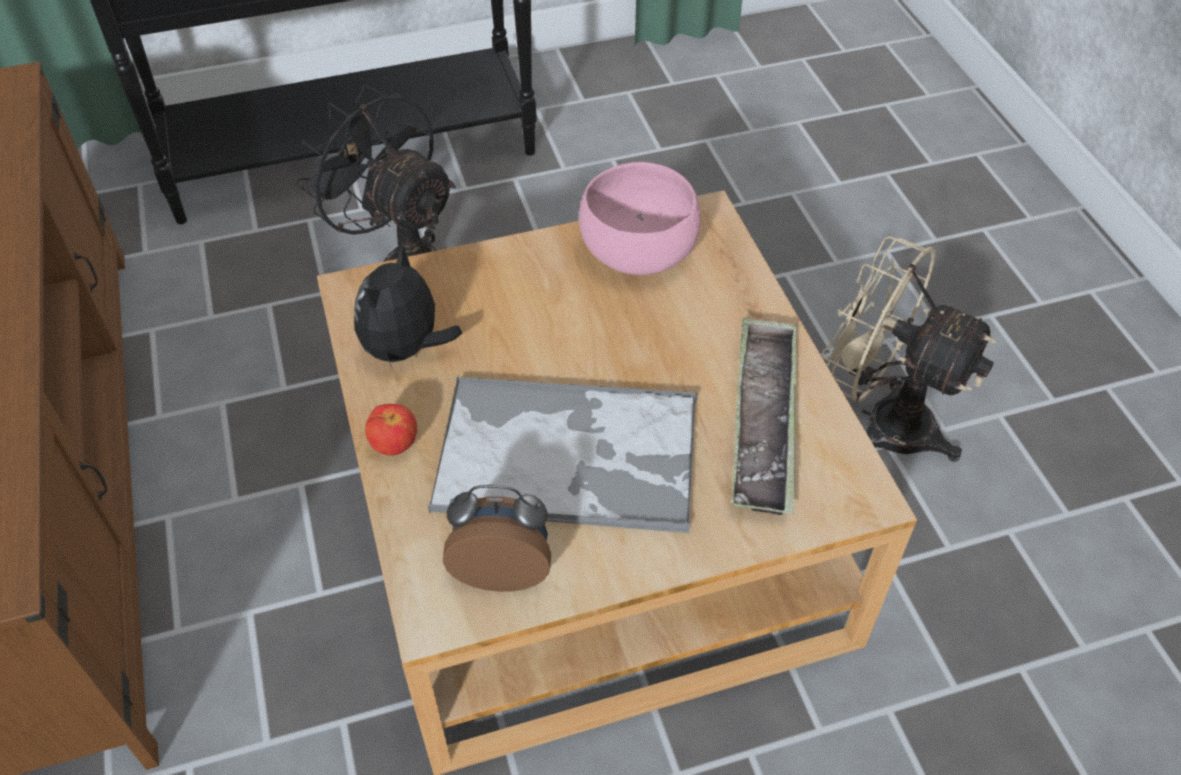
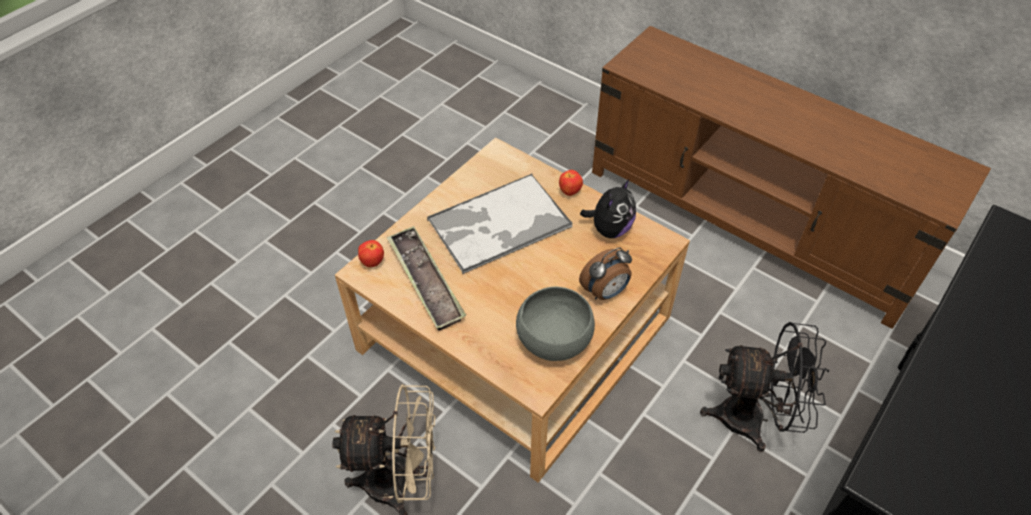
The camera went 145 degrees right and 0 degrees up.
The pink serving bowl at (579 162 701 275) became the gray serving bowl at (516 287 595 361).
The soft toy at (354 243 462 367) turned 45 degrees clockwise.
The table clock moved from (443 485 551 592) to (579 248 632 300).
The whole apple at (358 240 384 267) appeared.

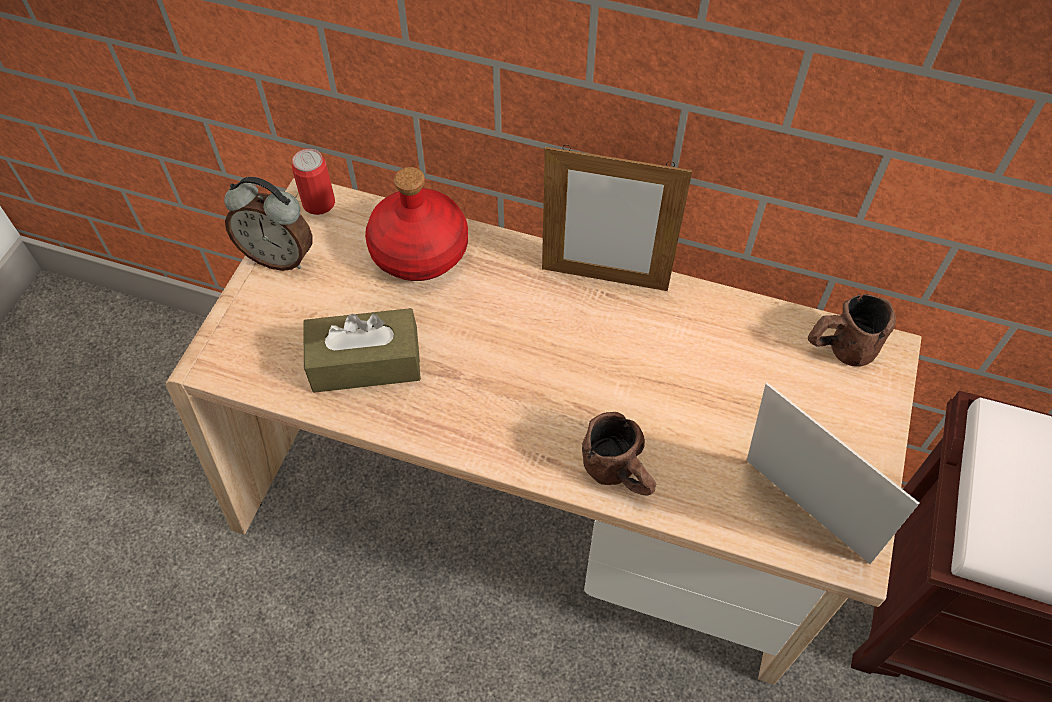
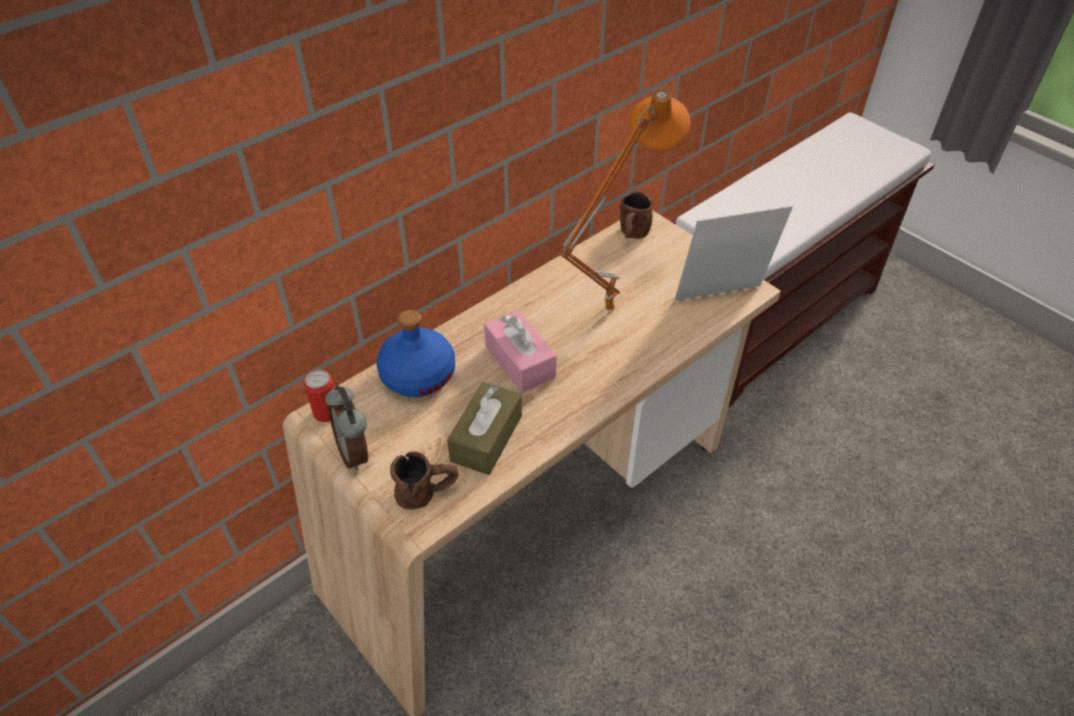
The camera went 60 degrees left and 10 degrees down.
The photo frame at (542 145 692 291) disappeared.
The red-coloured drink bottle at (365 167 468 281) became the blue drink bottle at (376 310 455 397).
The table clock at (224 177 312 271) turned 105 degrees clockwise.
The brownish coffee mug moved from (582 412 656 495) to (390 451 458 509).
The orangey table lamp at (559 86 690 314) appeared.
The pink box of tissues at (484 310 557 393) appeared.

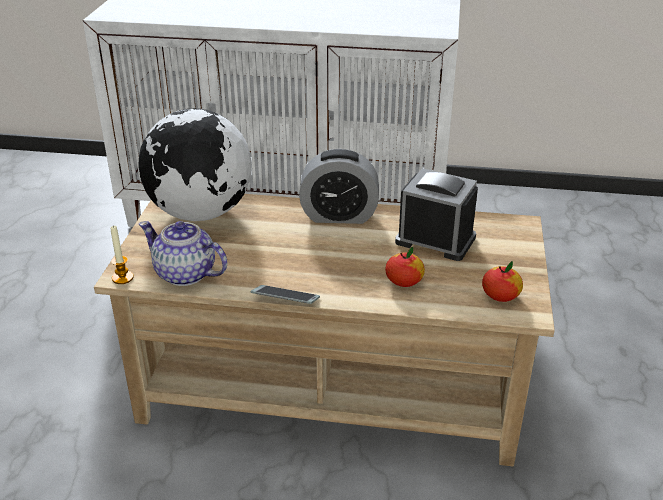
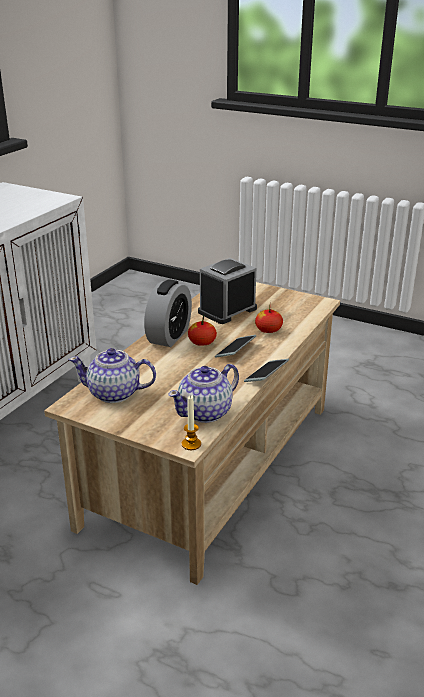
The camera went 70 degrees left and 5 degrees down.
The desk globe at (138 108 252 221) was replaced by the pot for tea at (68 348 156 403).
The whole apple moved from (482 261 523 302) to (188 314 217 346).
The handset at (215 335 256 358) appeared.

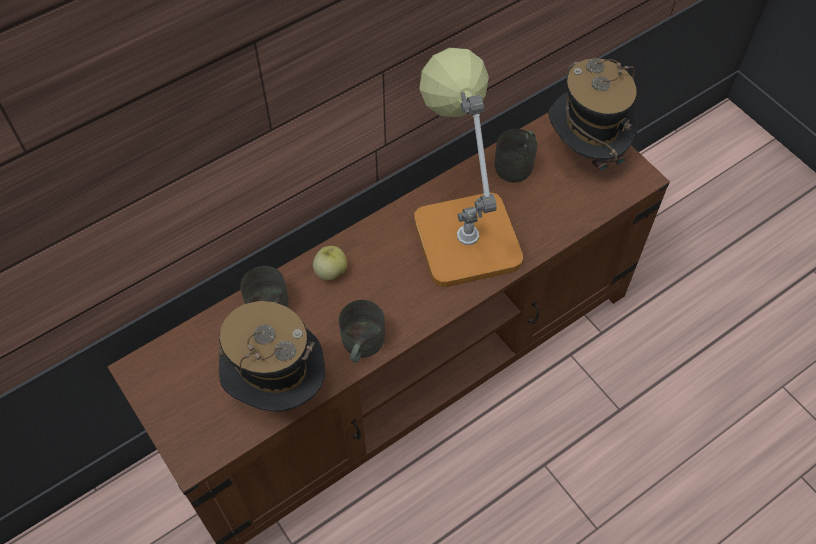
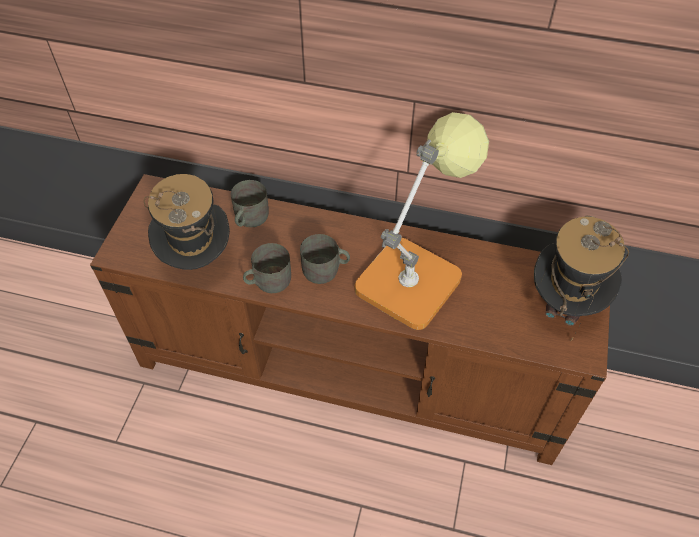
The camera went 50 degrees right and 5 degrees down.
The gray coffee mug moved from (495 129 537 182) to (300 234 350 284).
The whole apple at (313 246 347 281) disappeared.

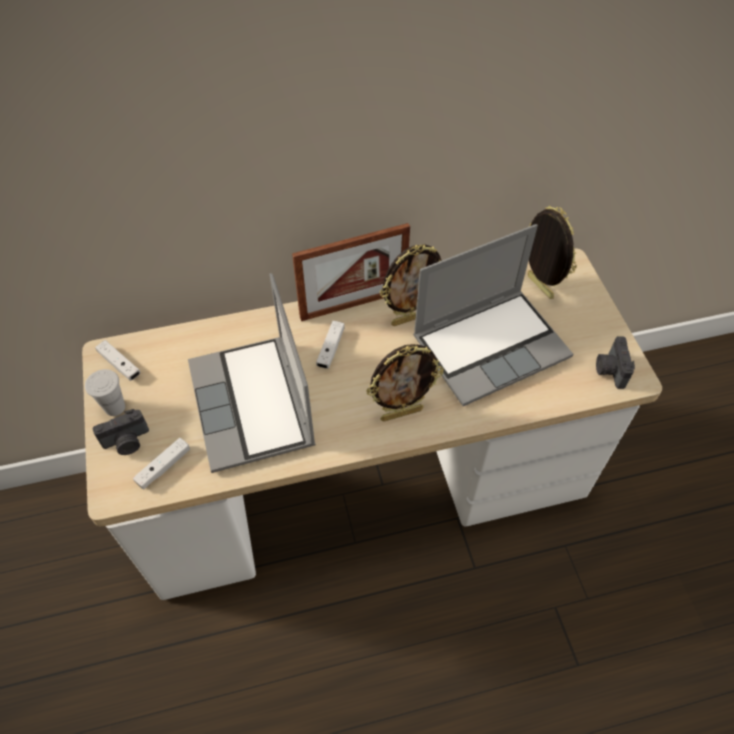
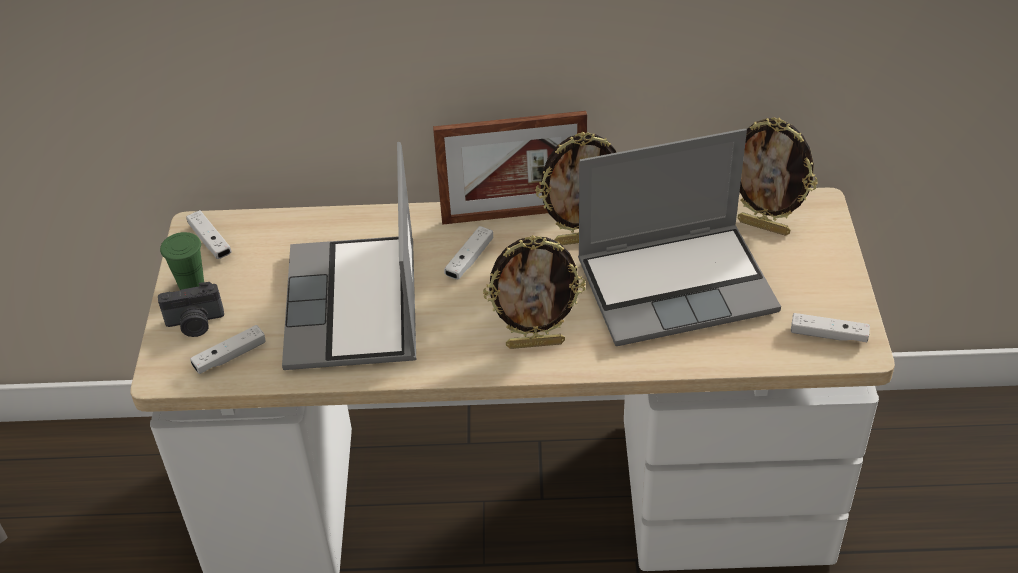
The camera went 15 degrees right and 10 degrees down.
The photo frame at (528 206 577 299) turned 135 degrees clockwise.
The still camera at (596 336 635 389) was replaced by the white joypad at (791 313 870 342).
The white cup at (85 369 125 416) became the green-coloured cup at (160 232 204 290).

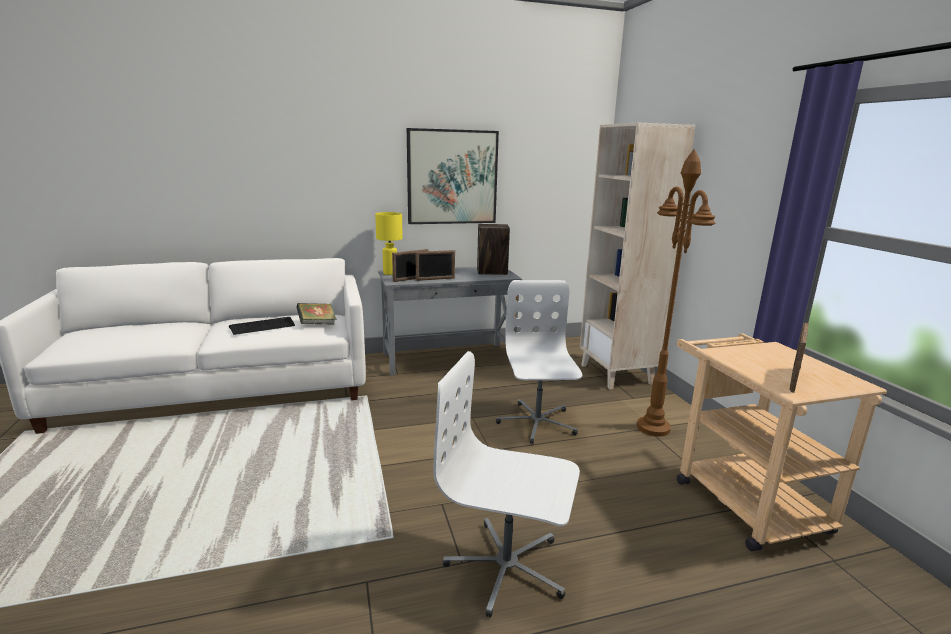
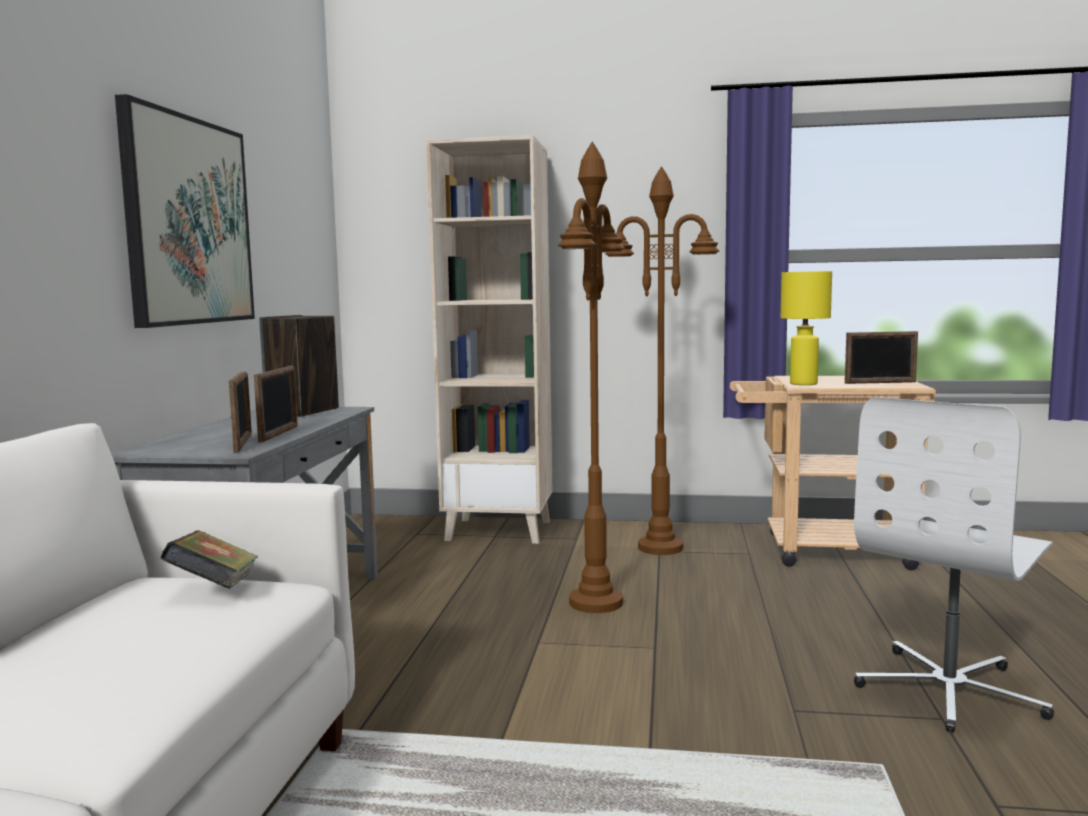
The camera went 65 degrees left and 10 degrees down.
The yellow-coloured table lamp moved from (375 212 403 275) to (781 271 832 385).
The white computer chair at (496 280 582 444) was replaced by the brownish standard lamp at (558 142 624 613).
The keyboard at (229 317 295 335) disappeared.
The photo frame at (790 323 809 393) turned 60 degrees counterclockwise.

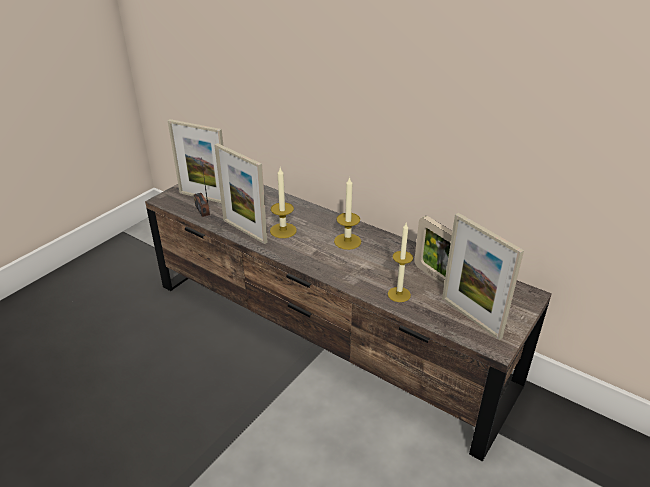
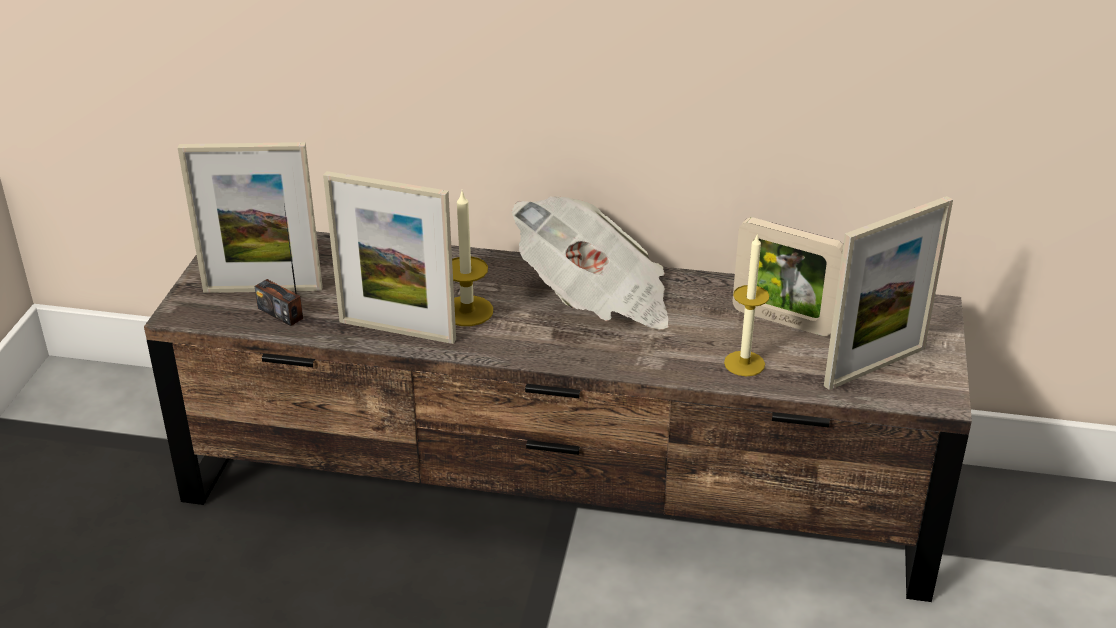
The camera went 25 degrees left and 0 degrees up.
The wax light at (334 176 361 250) was replaced by the daily paper at (512 196 669 330).
The photo frame at (442 213 524 340) turned 60 degrees counterclockwise.

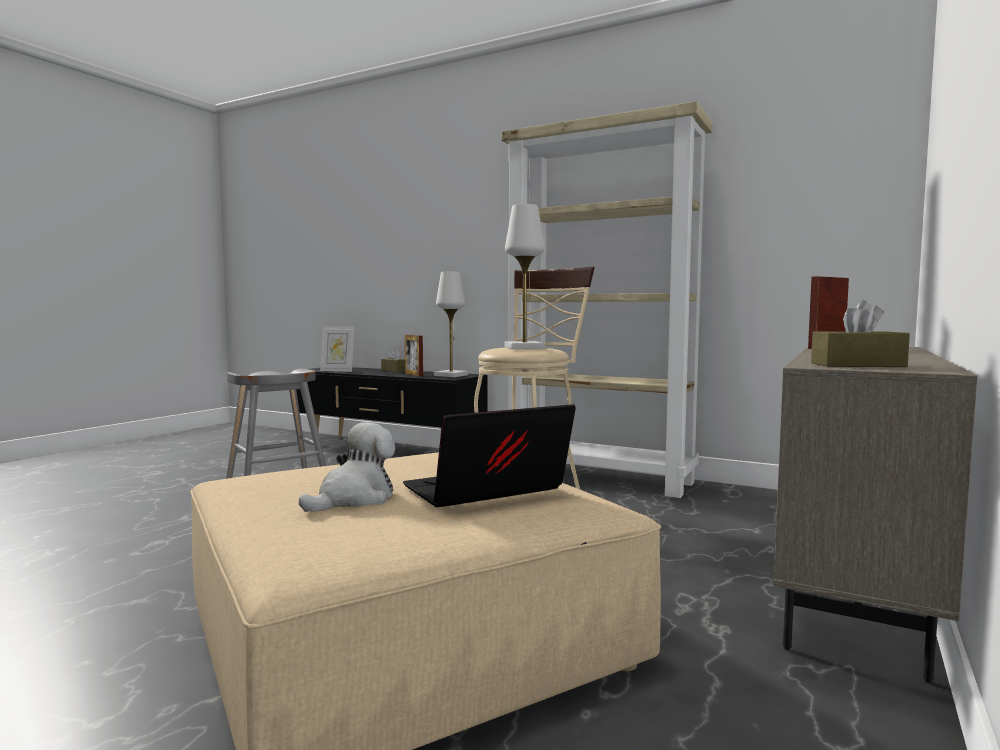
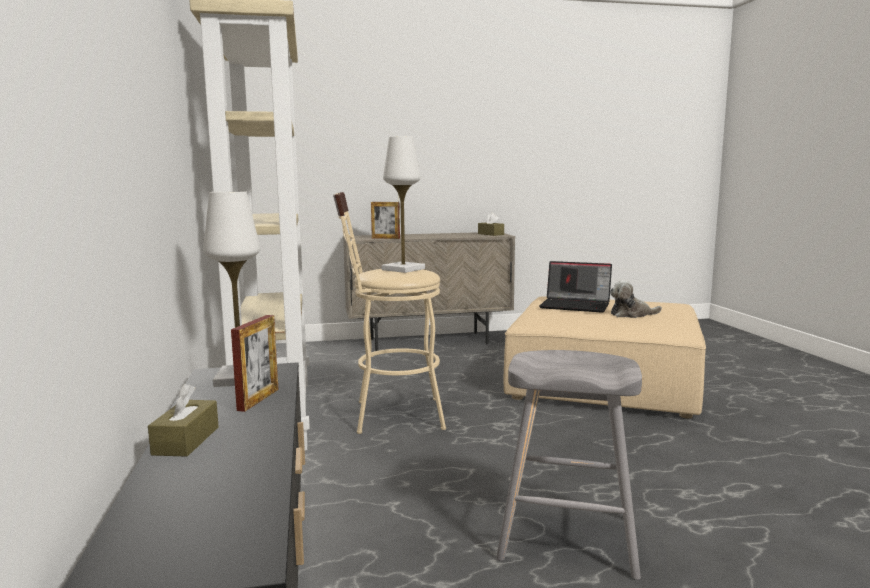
The camera went 130 degrees left and 5 degrees up.
The photo frame at (320 326 355 372) disappeared.

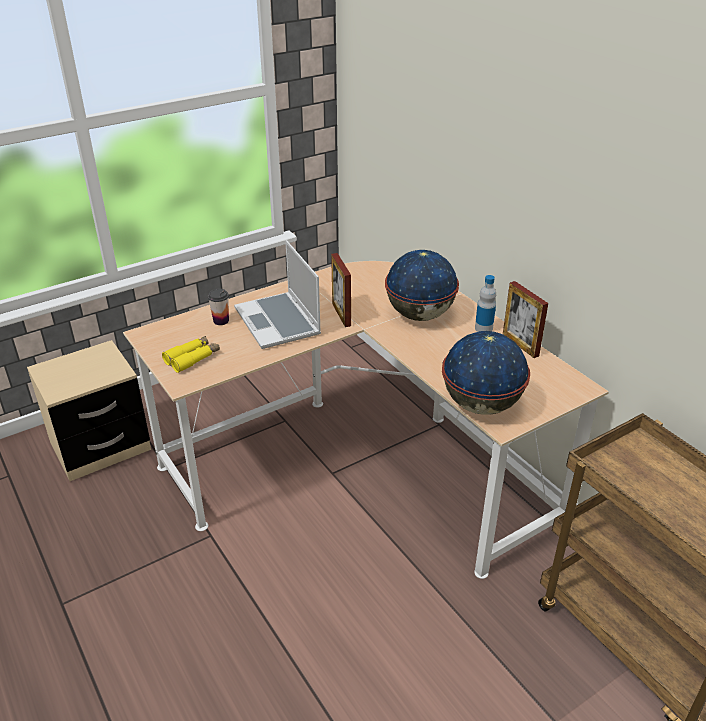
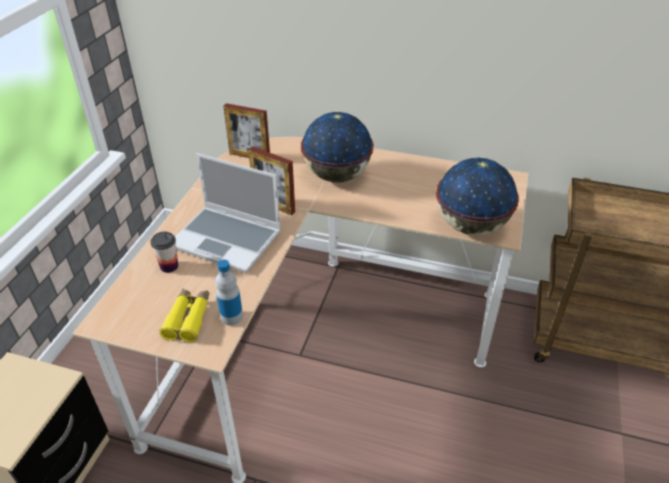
The camera went 40 degrees left and 5 degrees up.
The drink bottle moved from (475 275 496 332) to (215 260 243 326).
The photo frame moved from (503 281 548 358) to (223 103 270 158).

